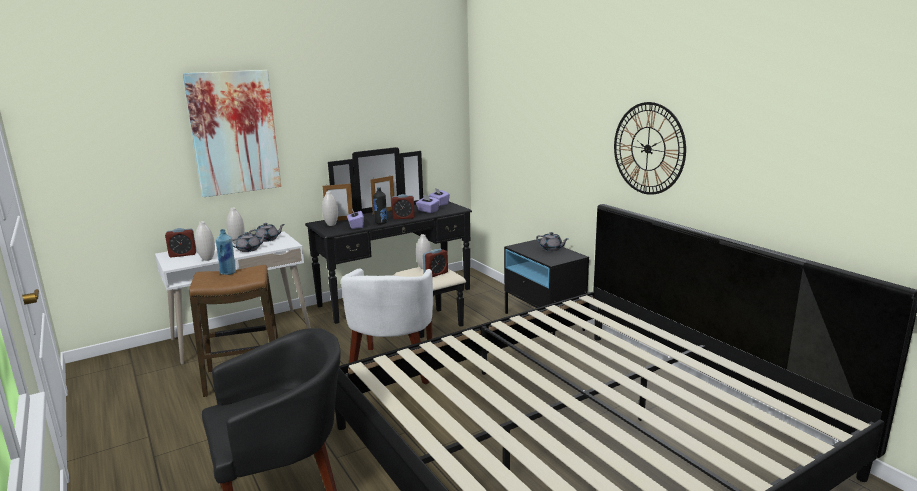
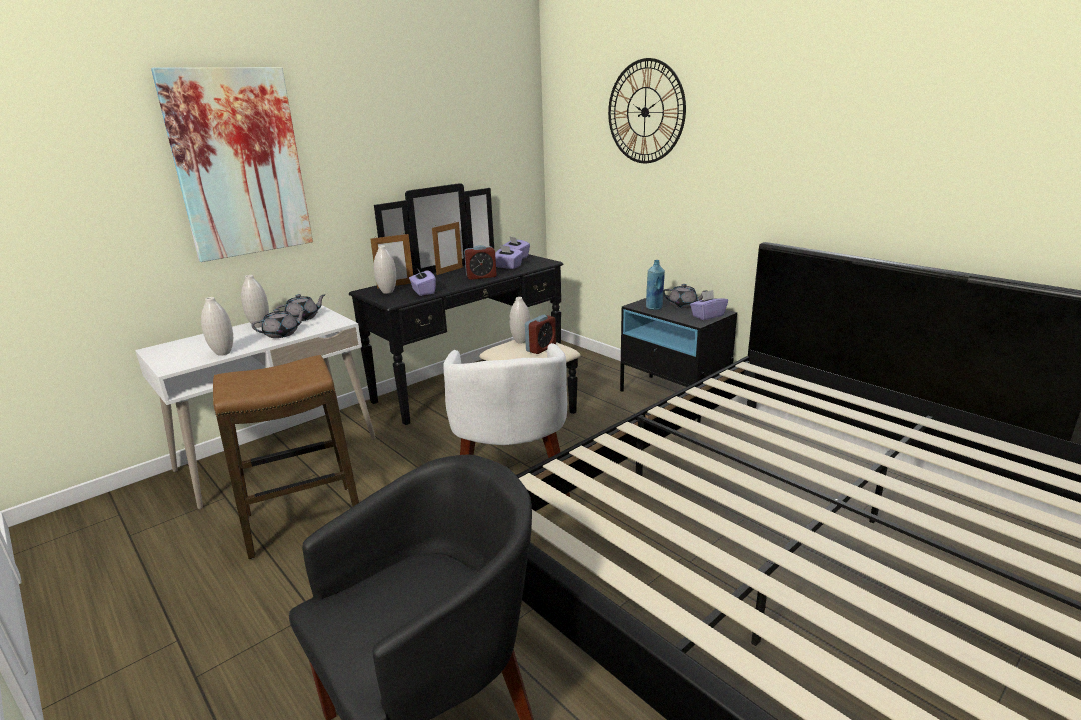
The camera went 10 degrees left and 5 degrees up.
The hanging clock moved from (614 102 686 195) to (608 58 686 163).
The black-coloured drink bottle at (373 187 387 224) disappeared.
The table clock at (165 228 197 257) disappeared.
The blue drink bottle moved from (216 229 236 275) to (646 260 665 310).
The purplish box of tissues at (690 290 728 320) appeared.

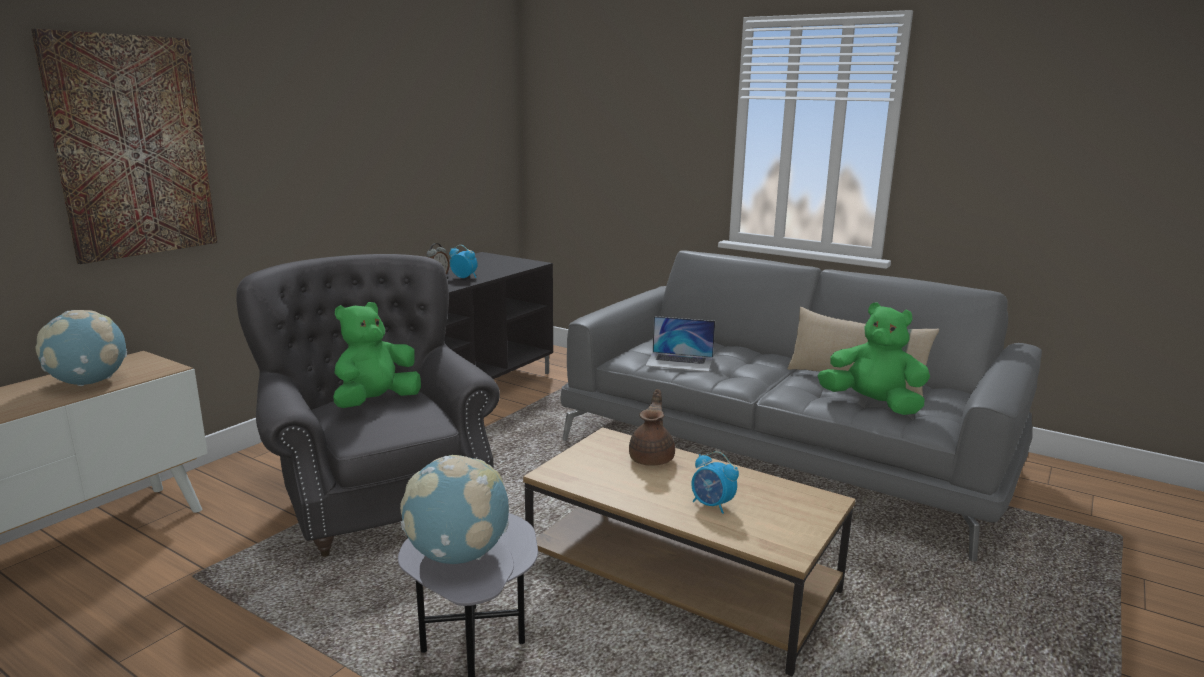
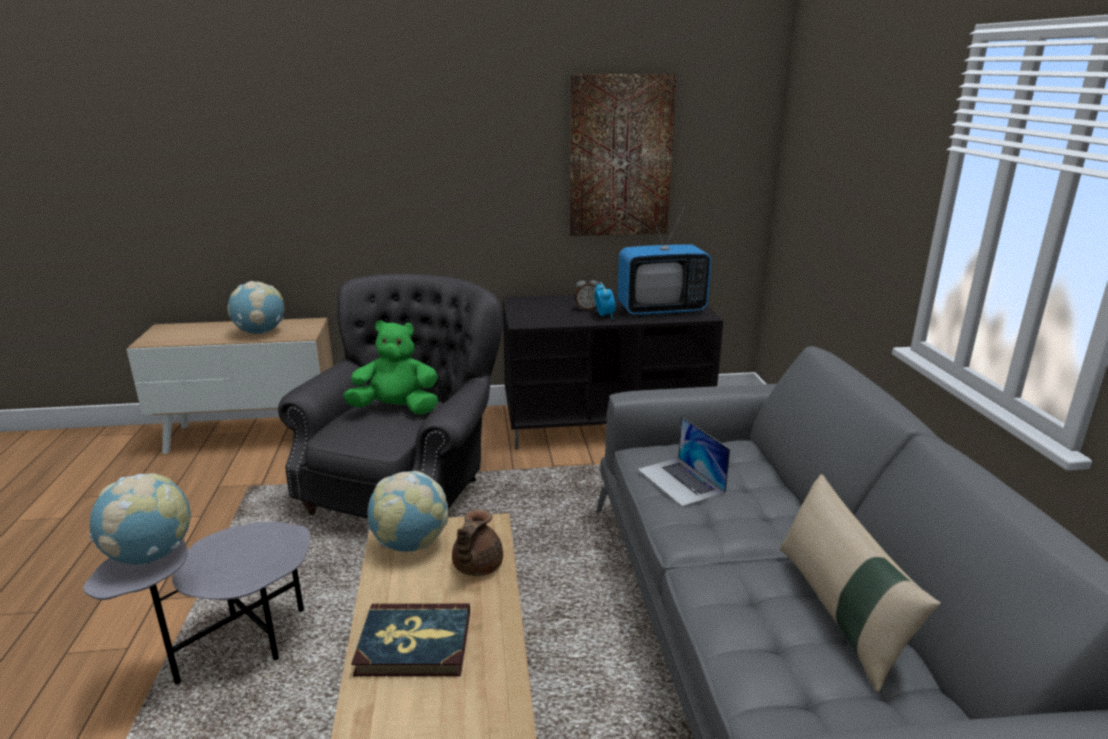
The camera went 50 degrees right and 5 degrees up.
The wall picture moved from (31 29 217 264) to (570 74 677 236).
The green-coloured soft toy at (817 302 930 415) disappeared.
The brownish pot for tea at (629 389 675 466) turned 135 degrees clockwise.
The table clock at (691 451 739 514) was replaced by the book at (351 603 470 676).
The television at (617 206 712 316) appeared.
The desk globe at (367 471 448 552) appeared.

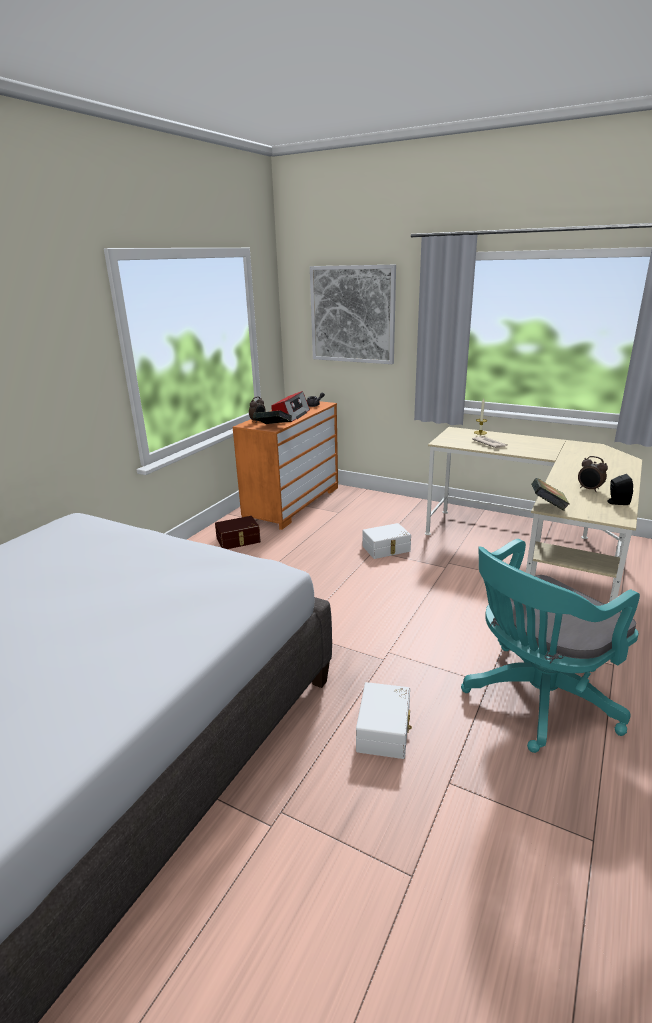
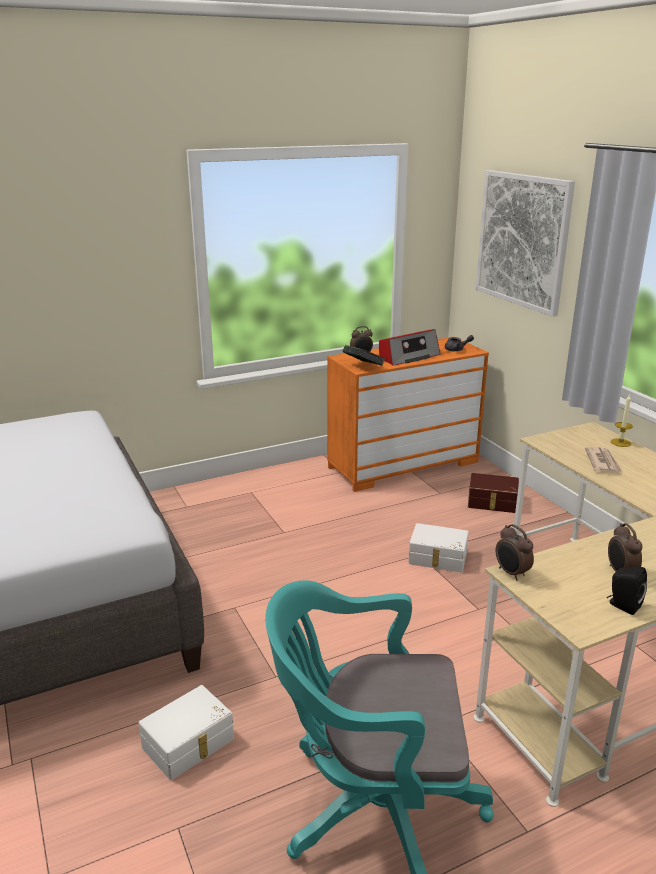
The camera went 35 degrees right and 0 degrees up.
The book at (532 478 569 511) was replaced by the table clock at (496 524 534 581).
The brownish storage box moved from (215 516 261 549) to (468 473 519 513).

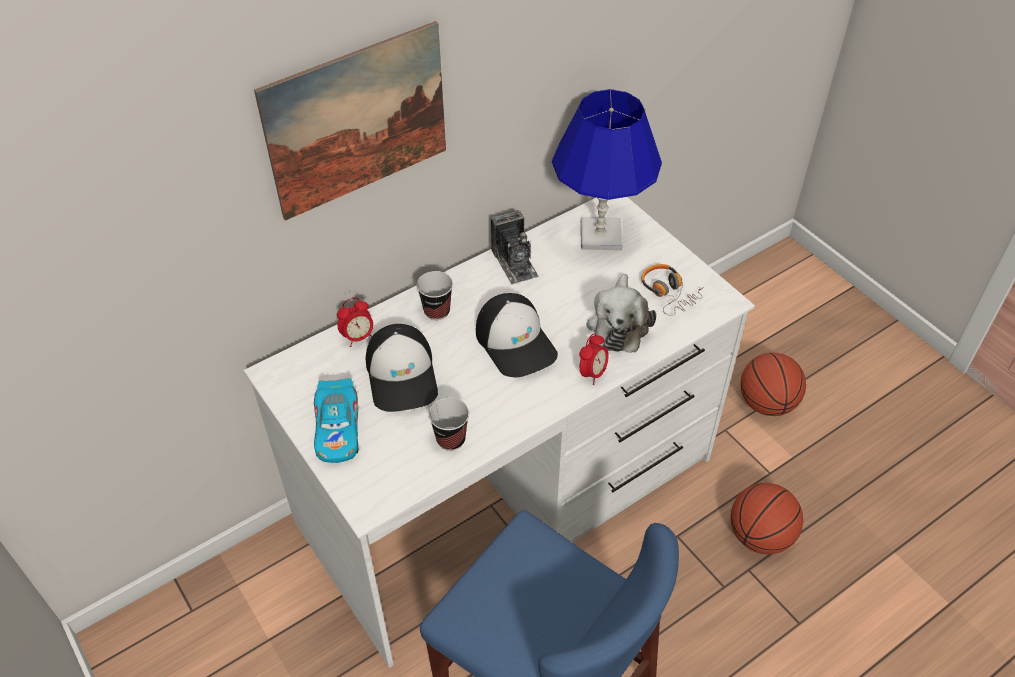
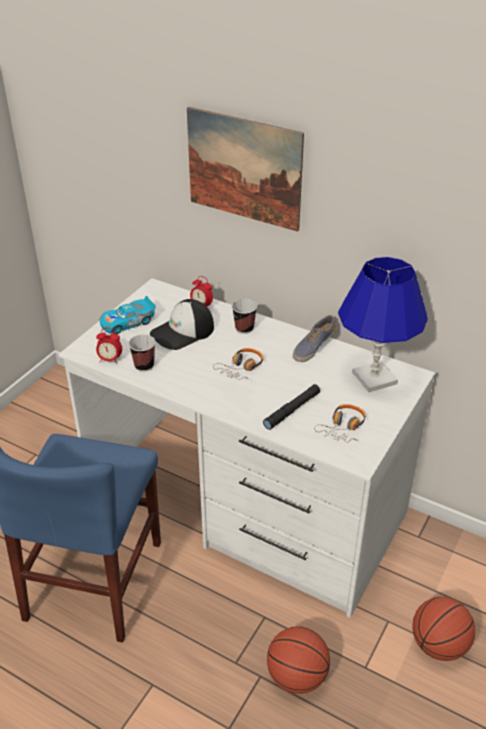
The camera went 65 degrees right and 10 degrees down.
The still camera at (491 210 539 285) was replaced by the low shoe at (293 315 336 362).
The soft toy at (587 274 656 353) was replaced by the black-coloured flashlight at (263 384 320 430).
The peaked cap at (476 293 558 377) was replaced by the headphones at (213 348 263 380).
The table clock moved from (579 333 609 385) to (96 328 122 364).

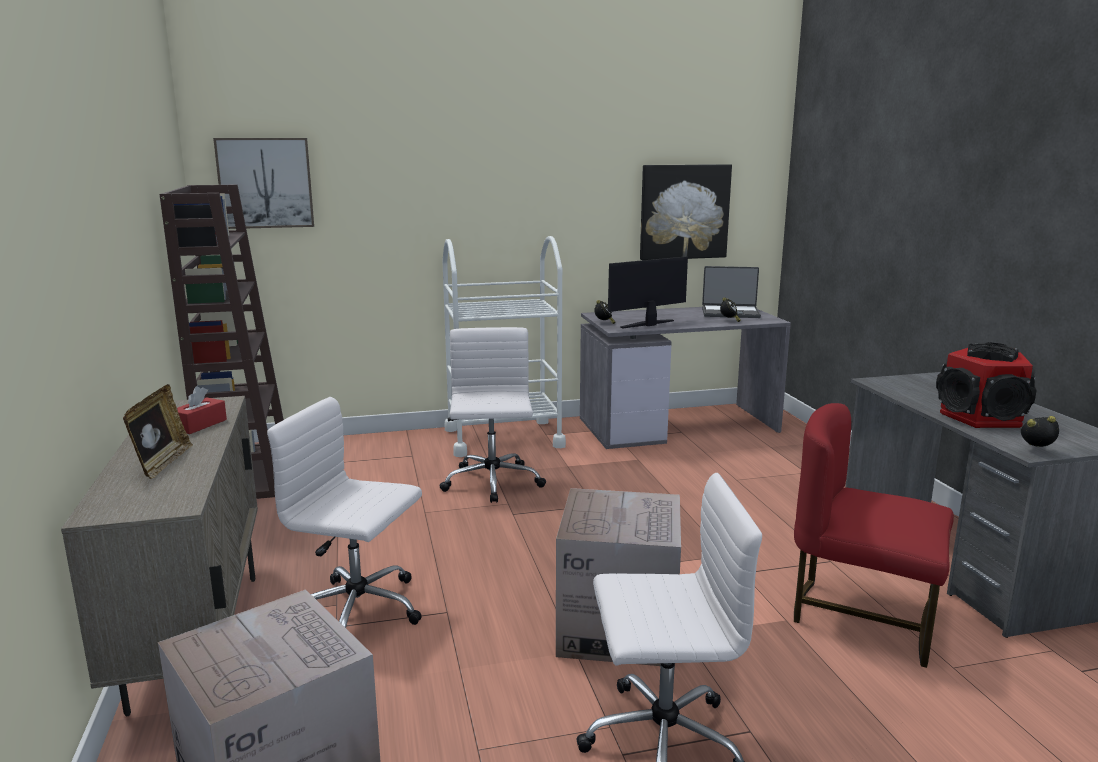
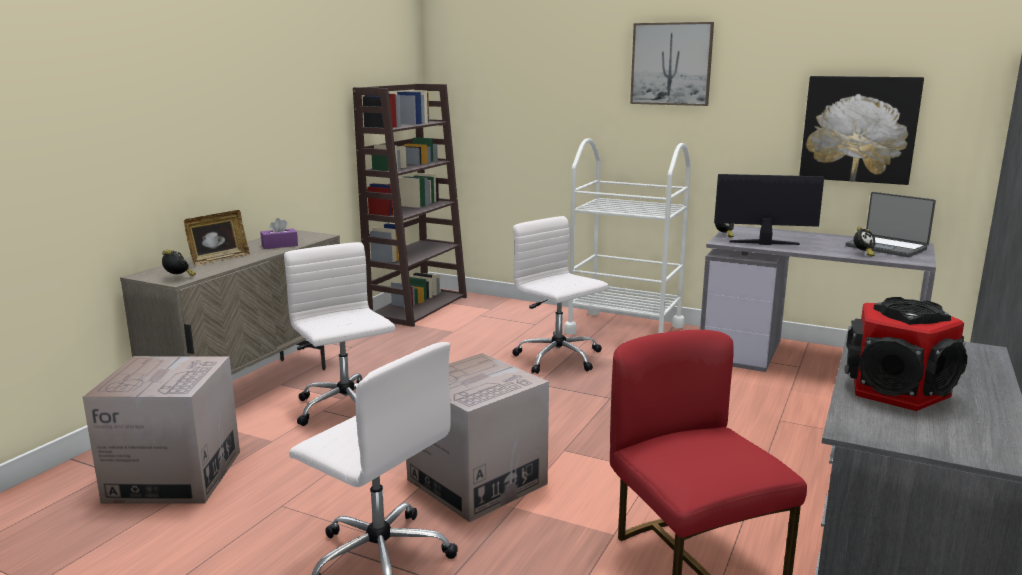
The camera went 40 degrees right and 0 degrees up.
The wall picture moved from (213 138 314 229) to (630 22 714 106).
The white computer chair at (439 327 546 503) turned 75 degrees counterclockwise.
The red-coloured box of tissues at (177 386 227 434) became the purplish box of tissues at (260 218 298 249).
The table clock moved from (1021 416 1059 447) to (162 249 196 276).

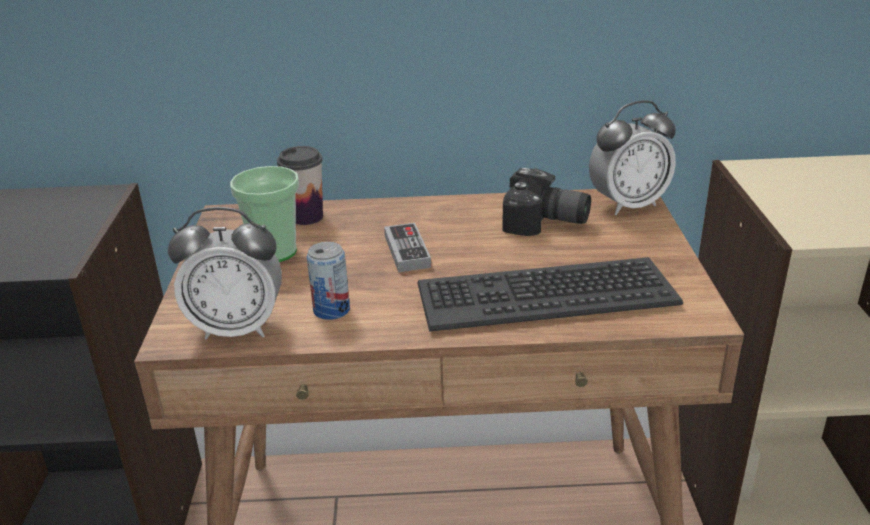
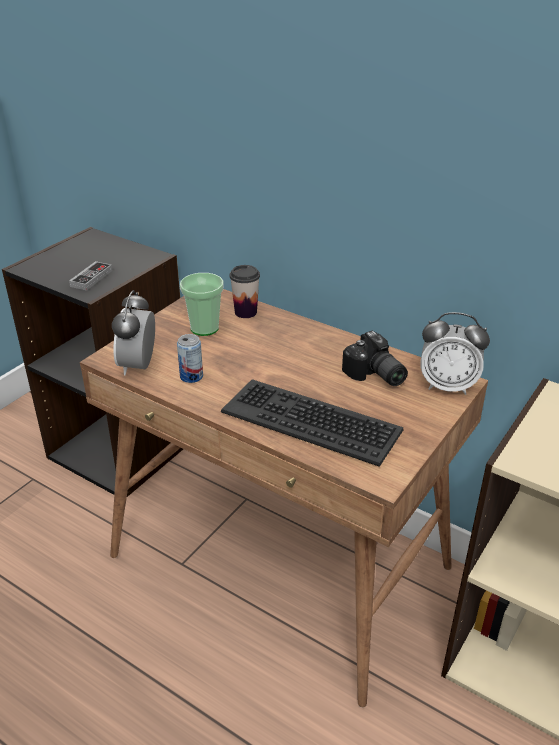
The camera went 35 degrees right and 5 degrees up.
The table clock at (168 207 282 339) turned 60 degrees clockwise.
The joypad moved from (384 223 431 272) to (69 261 113 291).

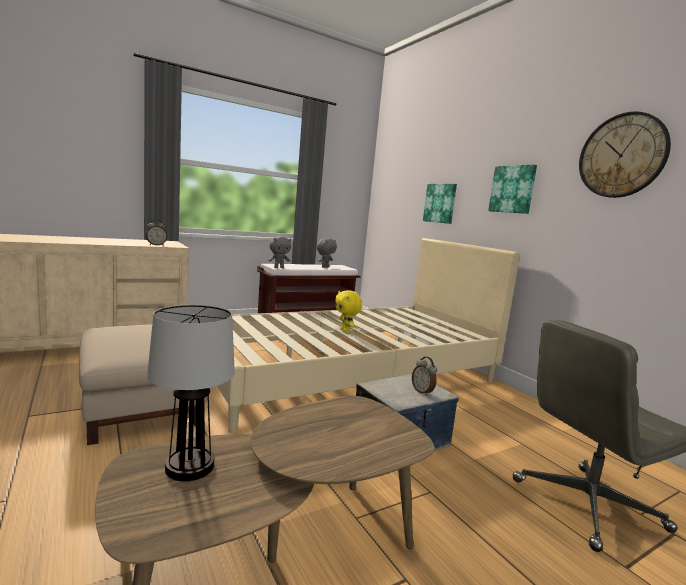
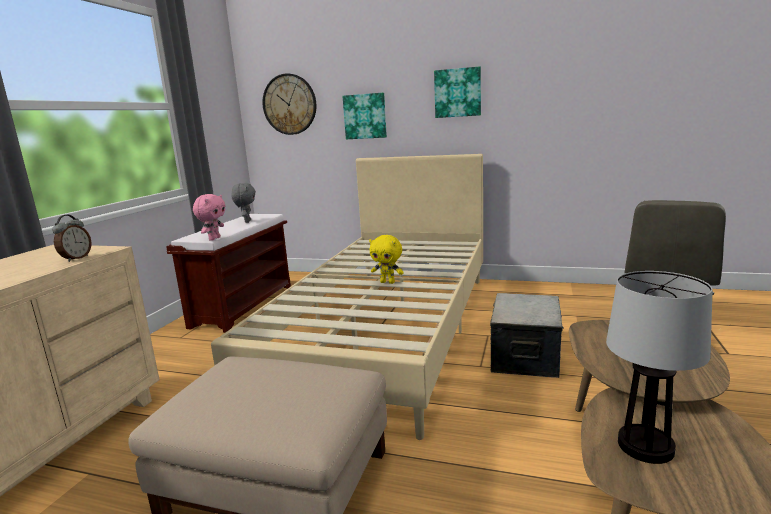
The camera went 40 degrees left and 5 degrees up.
The hanging clock moved from (579 111 671 198) to (262 73 316 135).
The gray soft toy at (268 236 291 268) became the pink soft toy at (193 194 225 241).
The table clock at (412 357 437 396) disappeared.

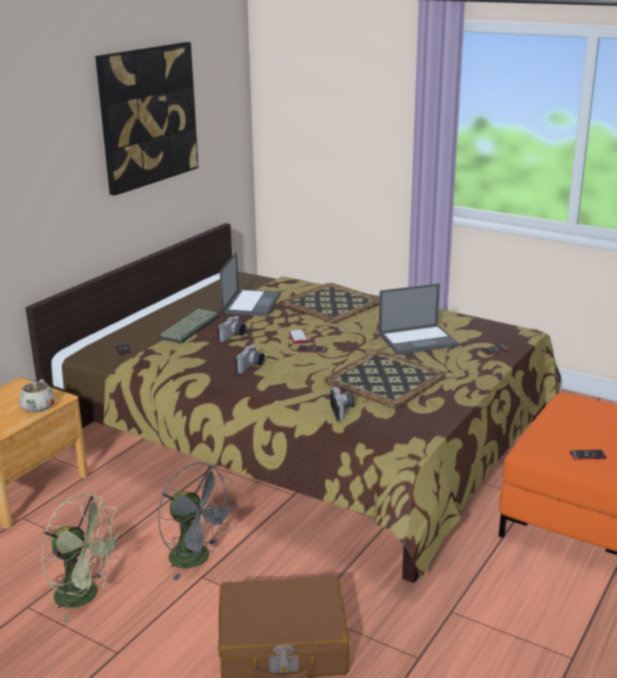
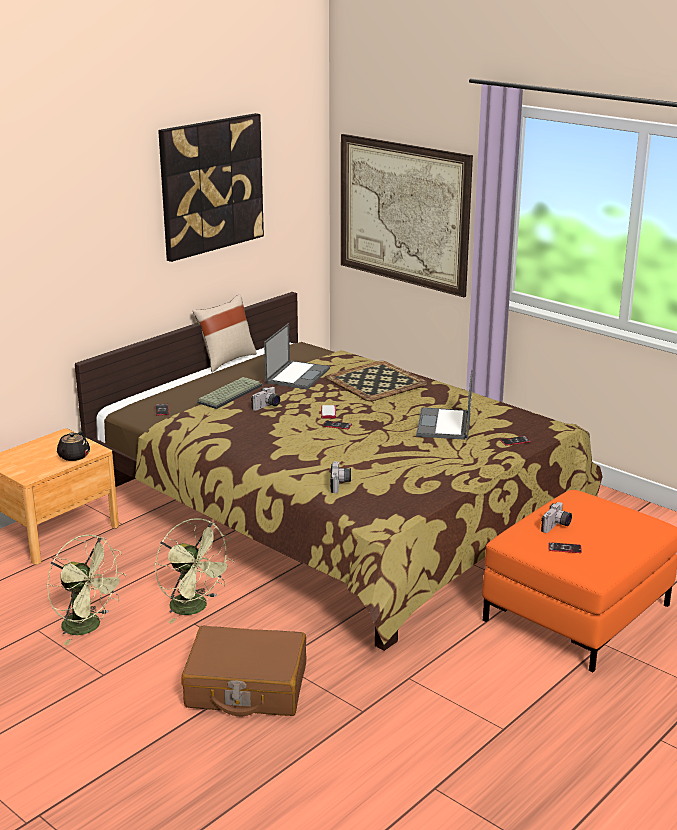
The camera went 10 degrees right and 0 degrees up.
The portable computer at (379 283 459 355) turned 105 degrees clockwise.
The still camera moved from (235 345 265 373) to (541 502 572 533).
The carrying tray at (324 351 446 408) disappeared.
The beige pot for tea at (19 379 55 412) became the black-coloured pot for tea at (57 431 90 461).
The gray electric fan at (158 463 237 580) became the green-coloured electric fan at (155 518 234 624).
The wall picture at (341 134 473 297) appeared.
The beige pillow at (193 294 257 372) appeared.

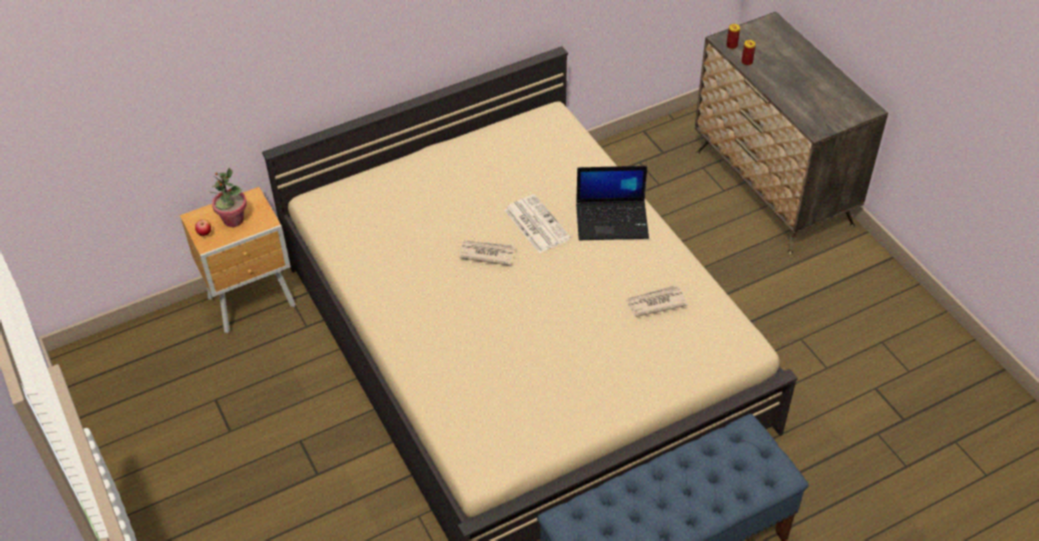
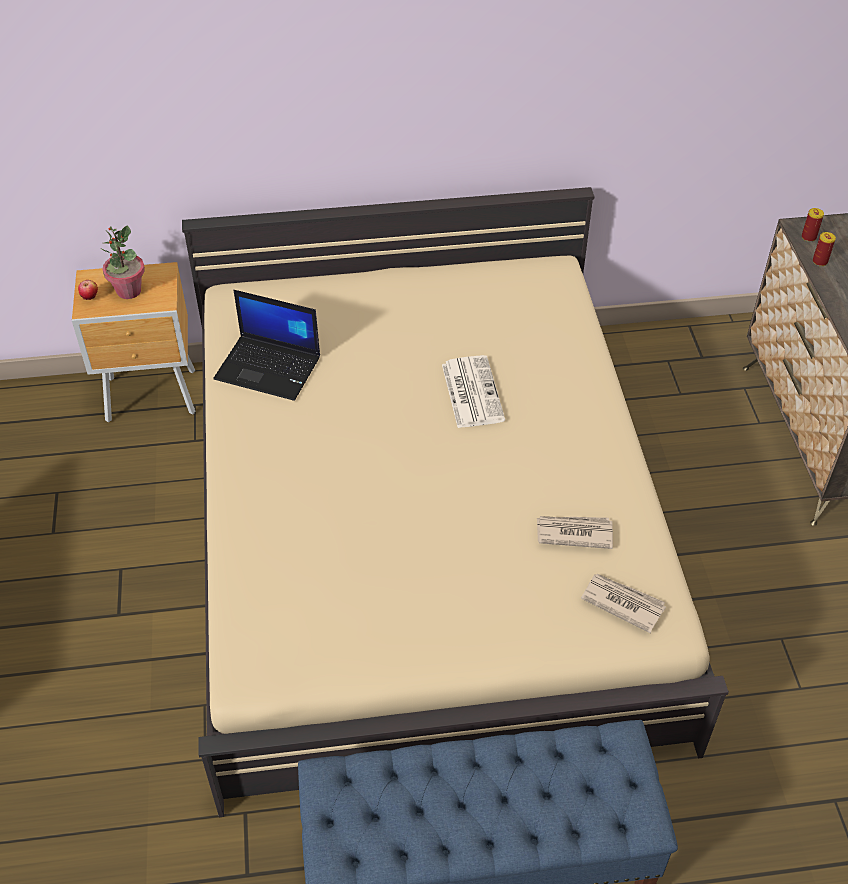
The camera went 20 degrees right and 0 degrees up.
The portable computer moved from (576 166 649 240) to (213 290 320 401).
The daily paper moved from (459 241 515 266) to (581 574 666 633).

